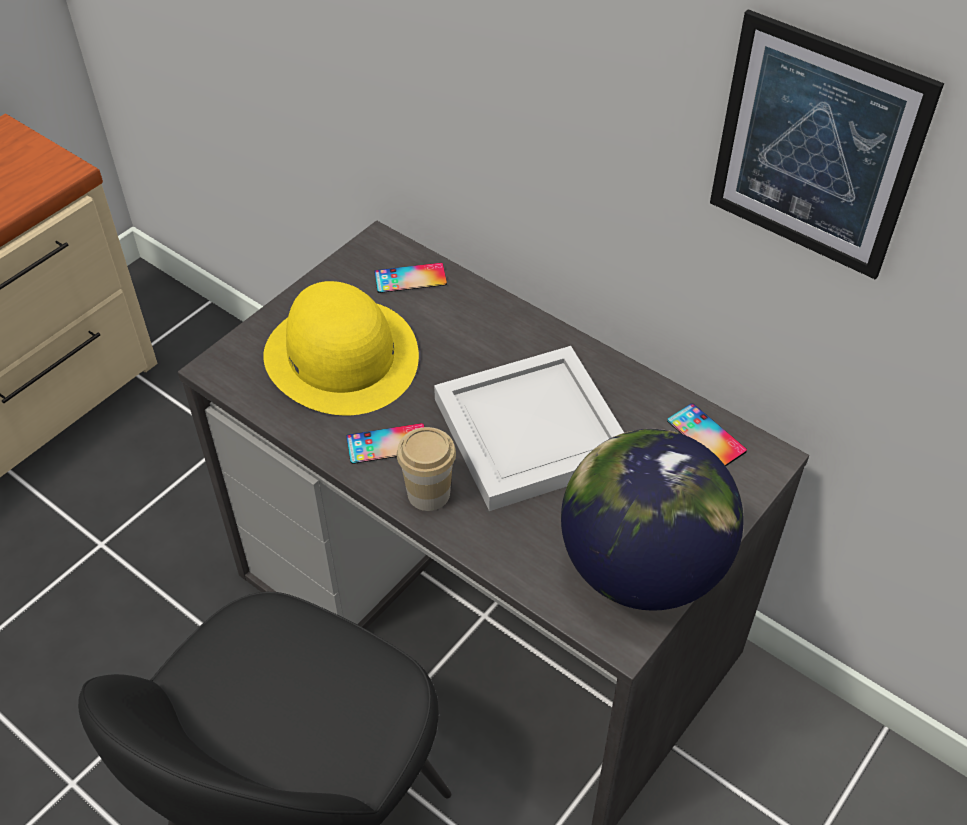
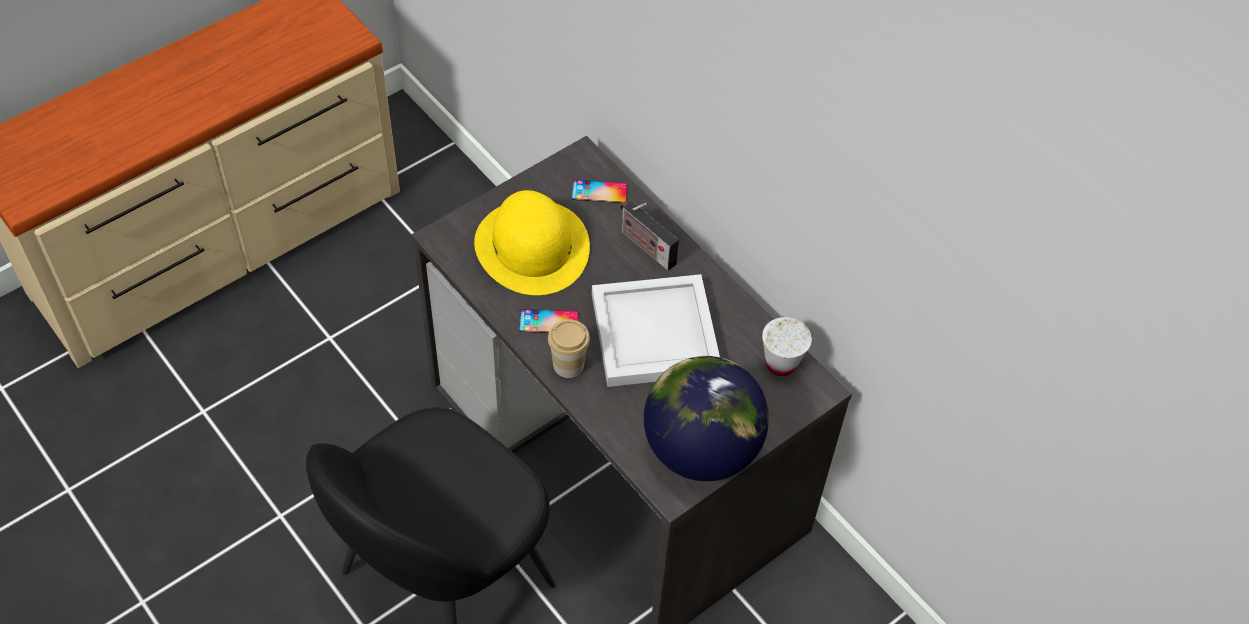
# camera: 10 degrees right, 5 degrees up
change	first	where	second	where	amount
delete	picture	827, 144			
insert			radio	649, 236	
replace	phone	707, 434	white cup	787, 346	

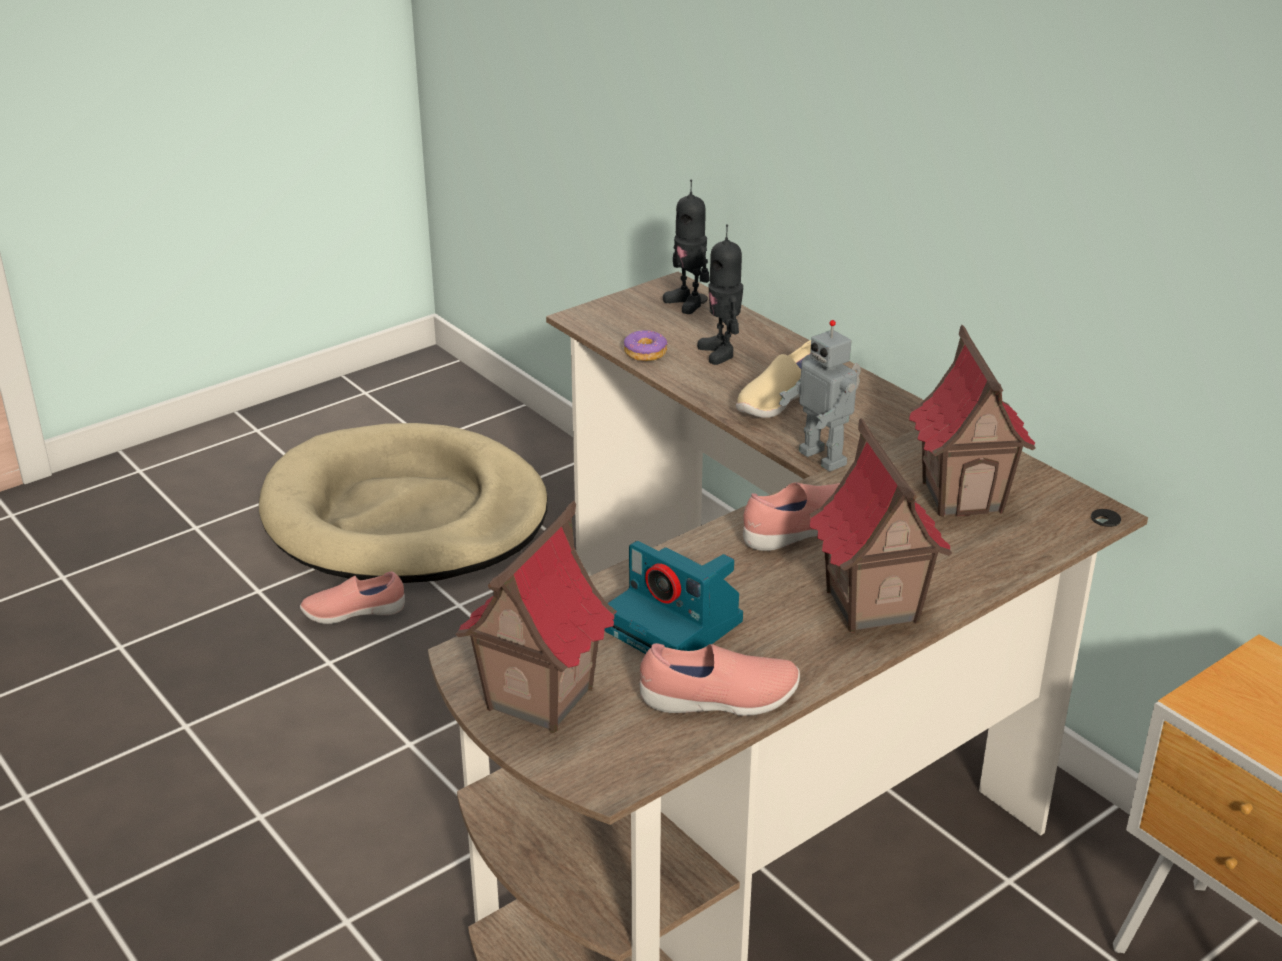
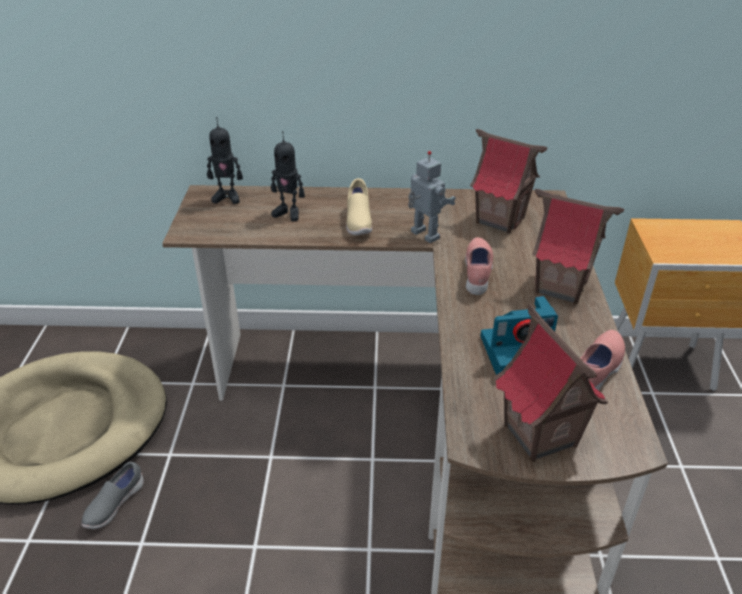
# camera: 50 degrees left, 5 degrees up
change	first	where	second	where	amount
delete	donut	646, 345			
recolor	pink shoe	352, 598	grey shoe	112, 495	
rotate	toy robot	820, 396		432, 197	135 degrees counterclockwise

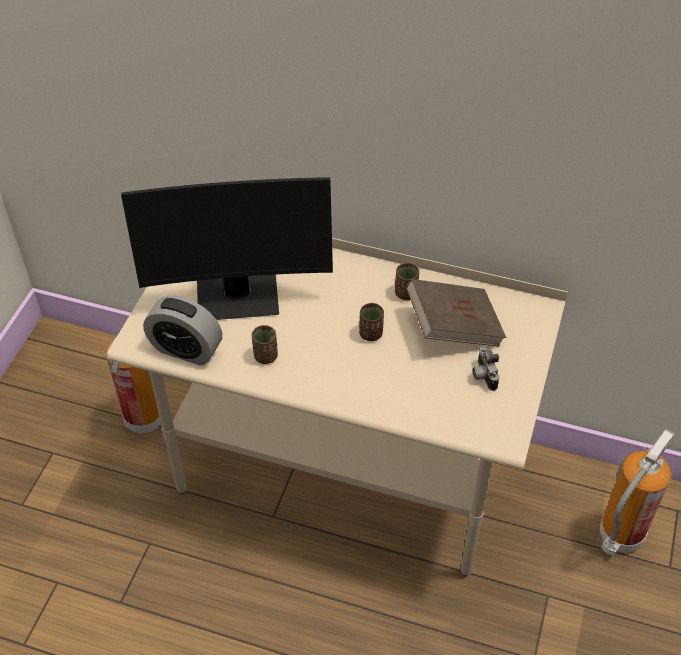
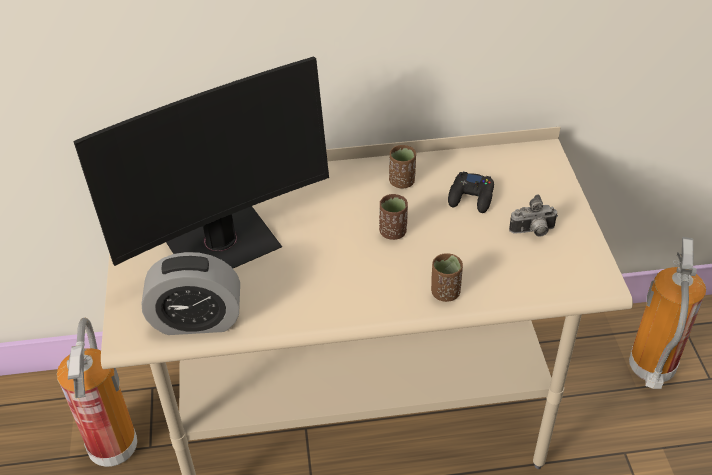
# camera: 25 degrees left, 5 degrees down
change	first	where	second	where	amount
move	brown cup	265, 344		447, 277	
replace	brown book	456, 313	black game controller	471, 192	
rotate	photo camera	486, 369		533, 215	60 degrees counterclockwise

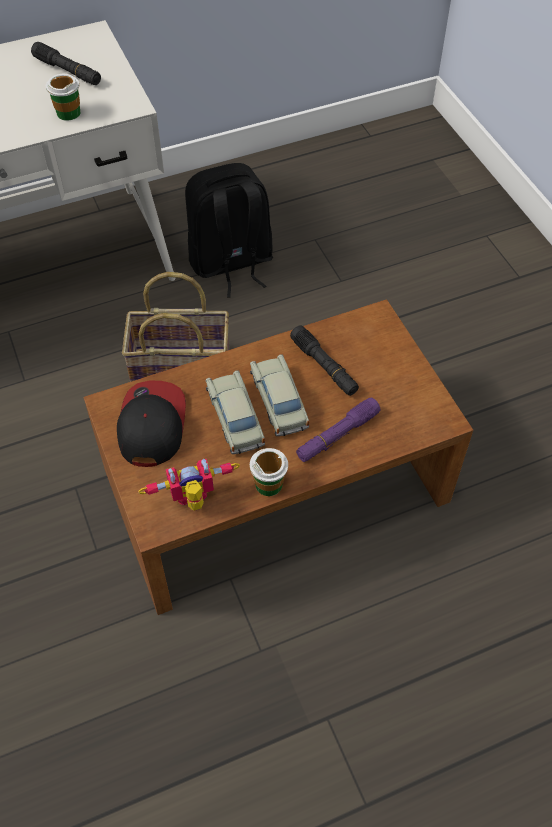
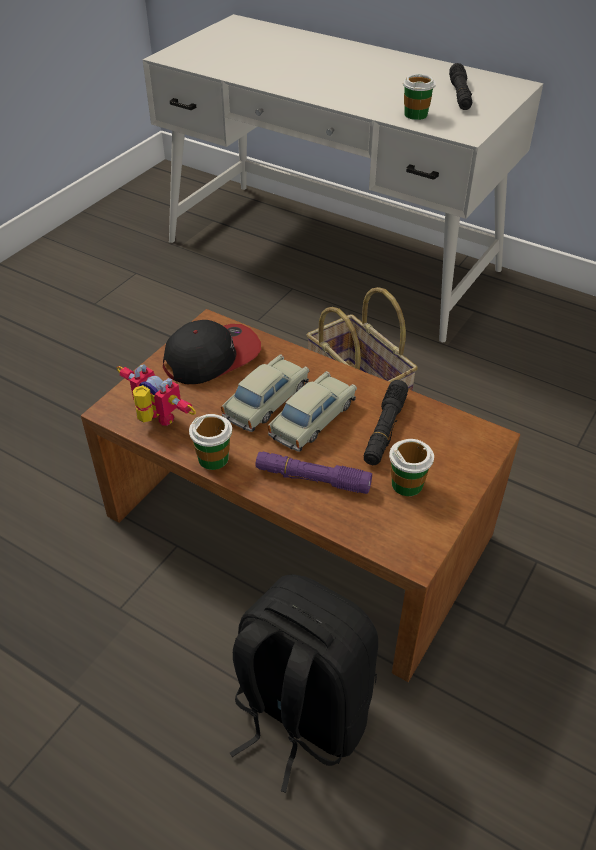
# camera: 55 degrees right, 10 degrees down
change	first	where	second	where	amount
insert			cup	411, 467	
move	black backpack	229, 230		304, 683	

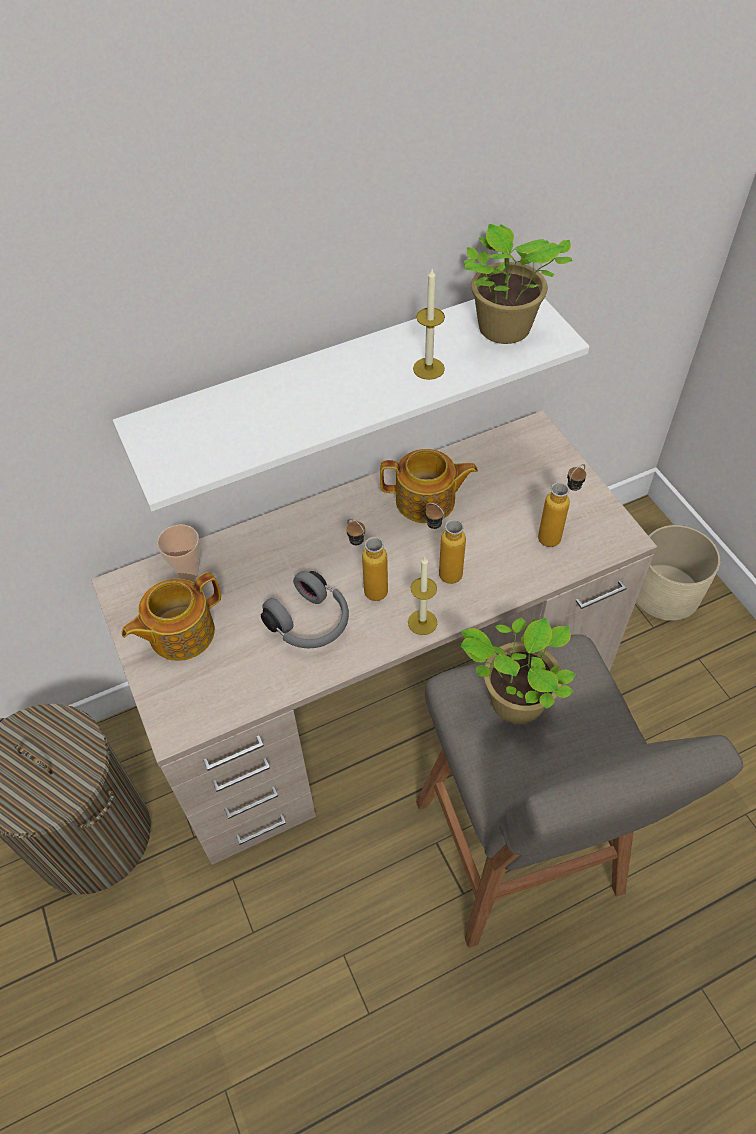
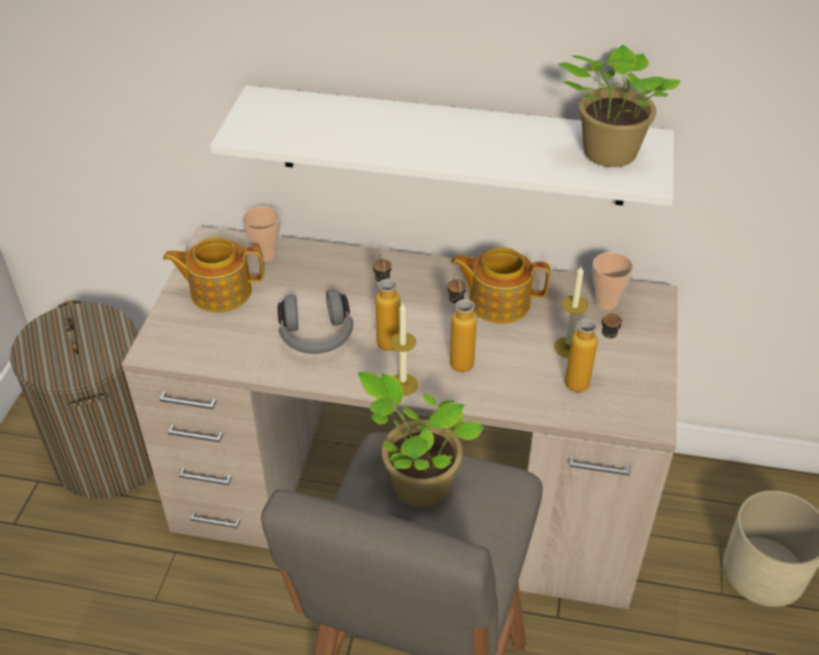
# camera: 35 degrees right, 10 degrees down
change	first	where	second	where	amount
insert			cup	612, 281	
move	candle	429, 324		571, 312	
rotate	teapot	429, 486		500, 285	150 degrees clockwise

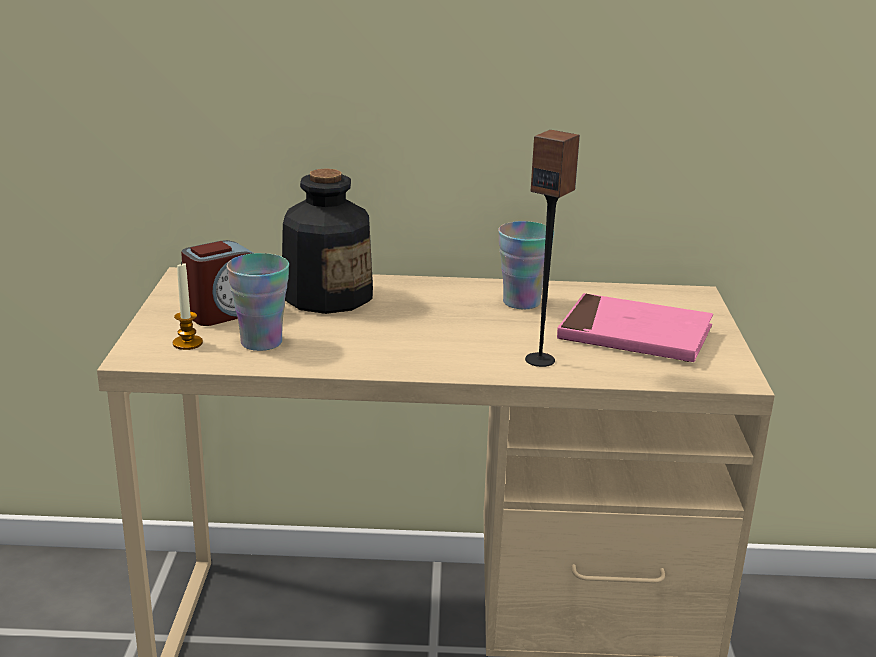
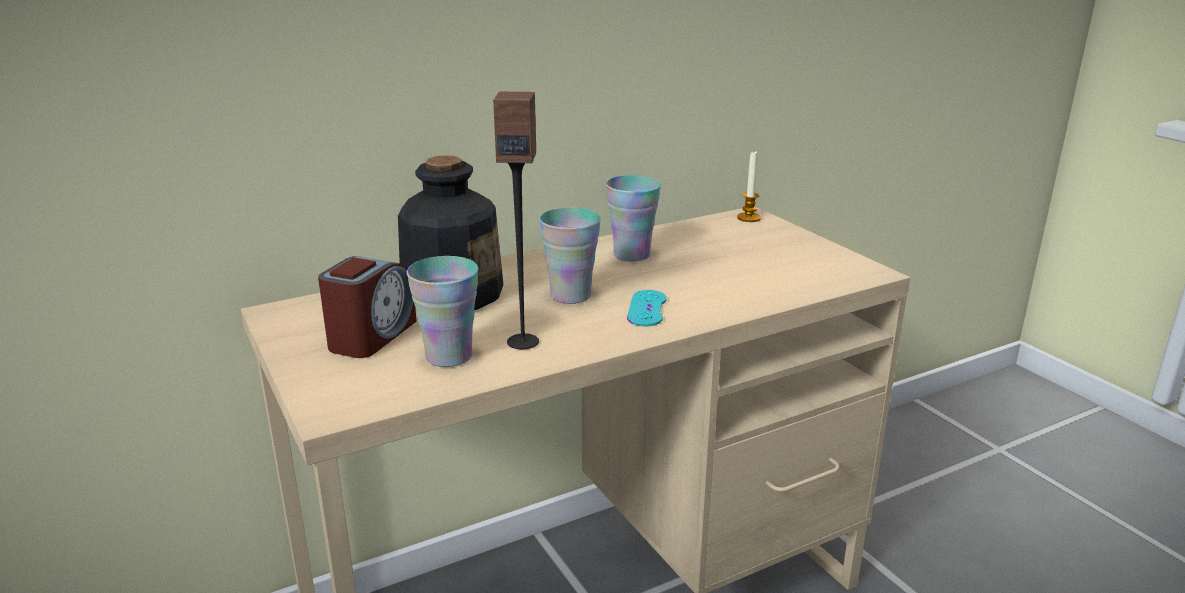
# camera: 30 degrees left, 0 degrees up
change	first	where	second	where	amount
delete	pink book	635, 327			
insert			cup	570, 255	
insert			turquoise game controller	647, 308	
move	candle	188, 306		749, 186	
move	speaker	552, 248		516, 220	

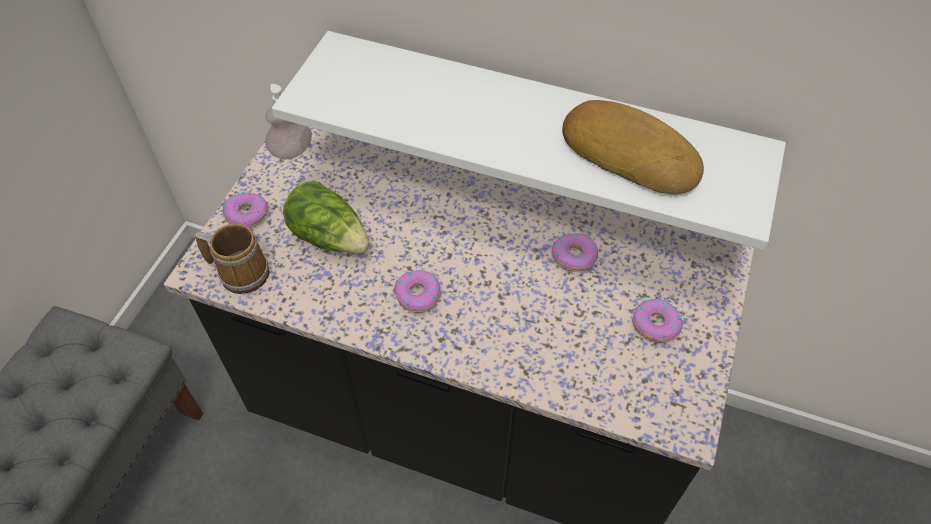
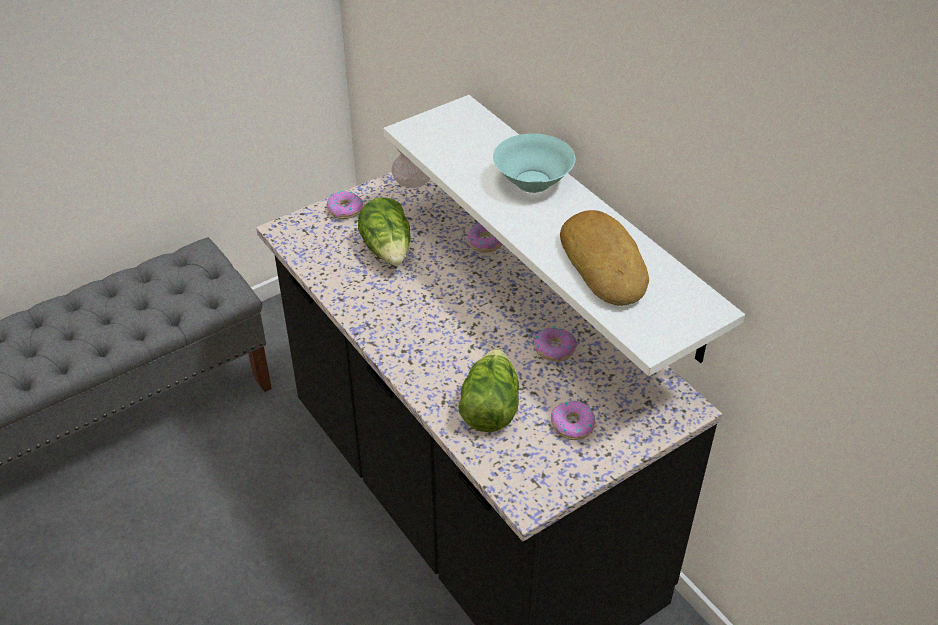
# camera: 35 degrees right, 10 degrees down
change	first	where	second	where	amount
delete	mug	232, 259			
insert			lettuce	488, 390	
insert			turquoise bowl	534, 163	
move	donut	417, 291		485, 238	

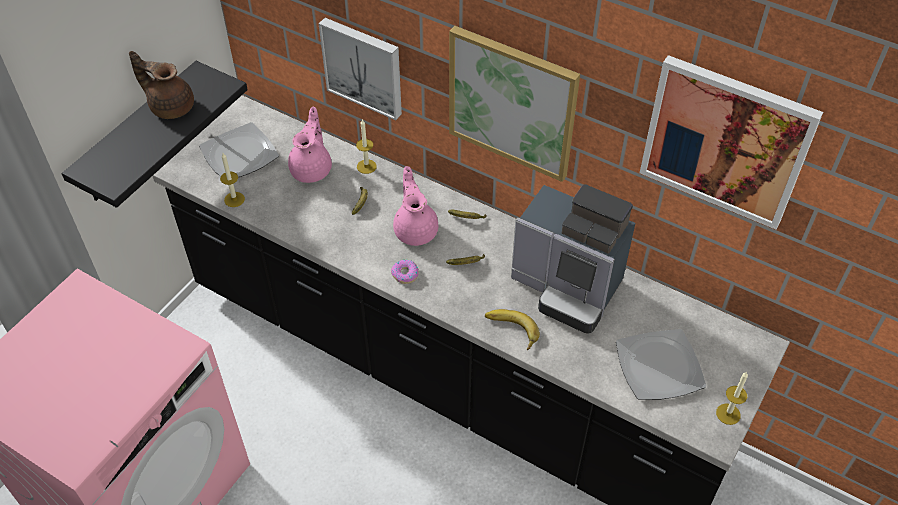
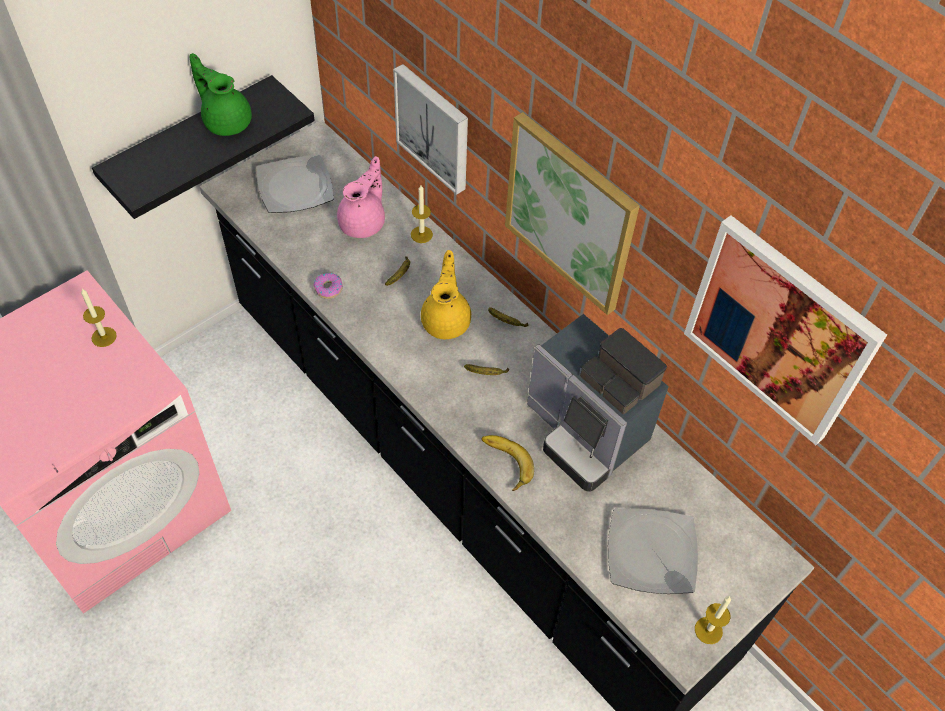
# camera: 15 degrees right, 5 degrees up
change	first	where	second	where	amount
move	candle	232, 180		99, 318	
move	donut	405, 272		328, 286	
recolor	brown teapot	161, 85	green teapot	221, 94	
recolor	pink teapot	415, 206	yellow teapot	446, 294	

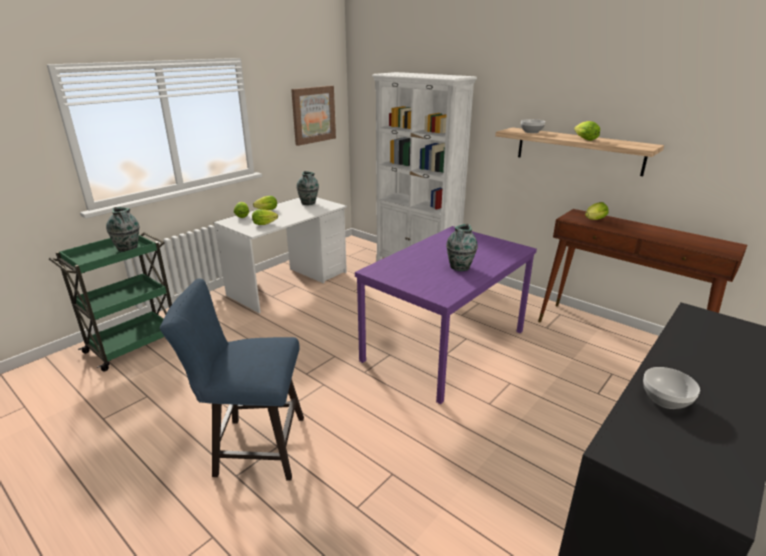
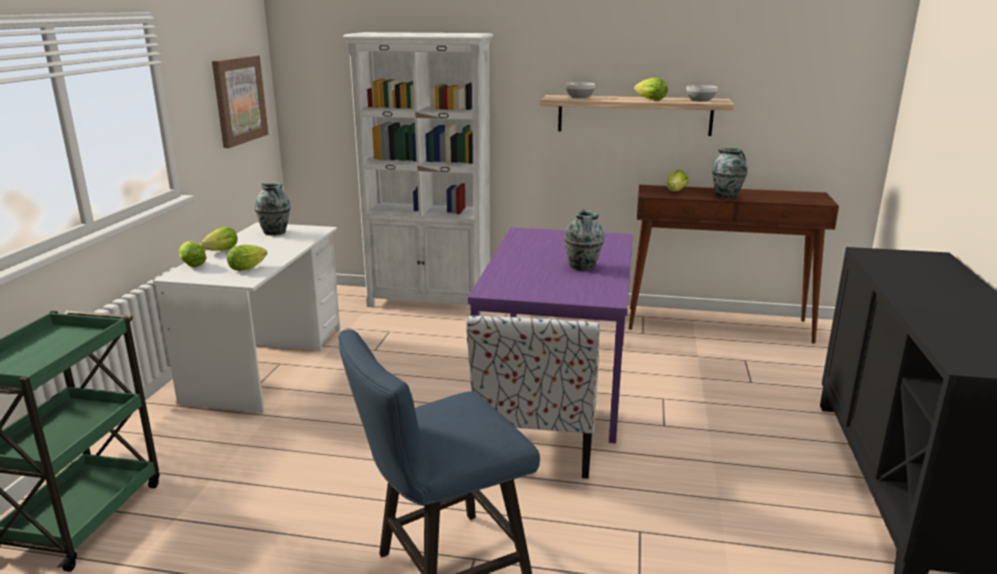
# camera: 30 degrees left, 5 degrees down
change	first	where	second	where	amount
insert			chair	533, 397	
move	vase	122, 229		730, 173	
move	bowl	671, 388		702, 93	

